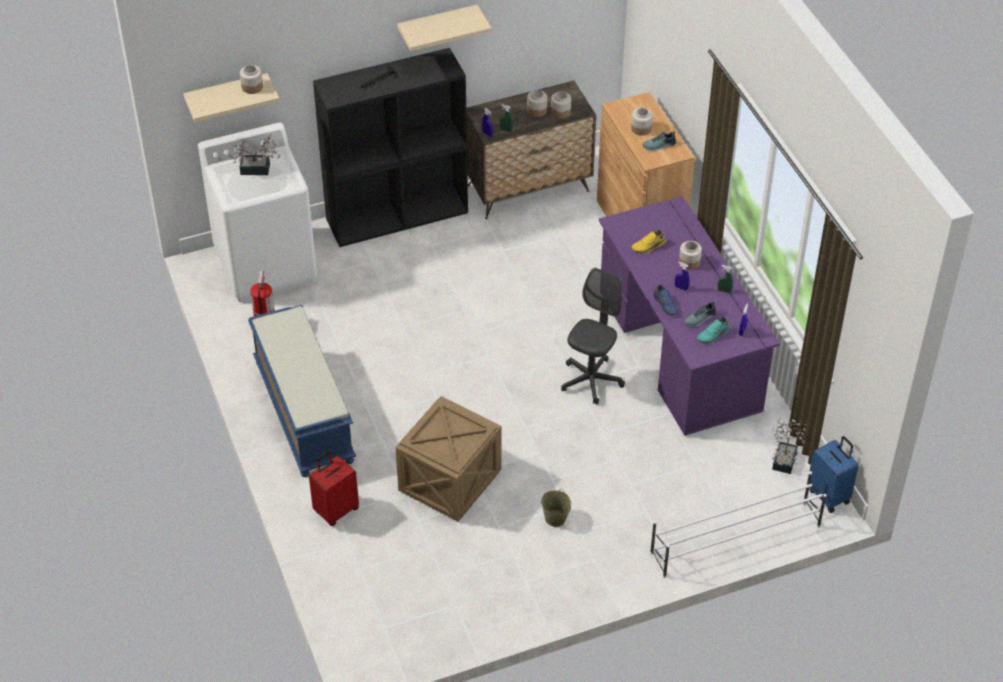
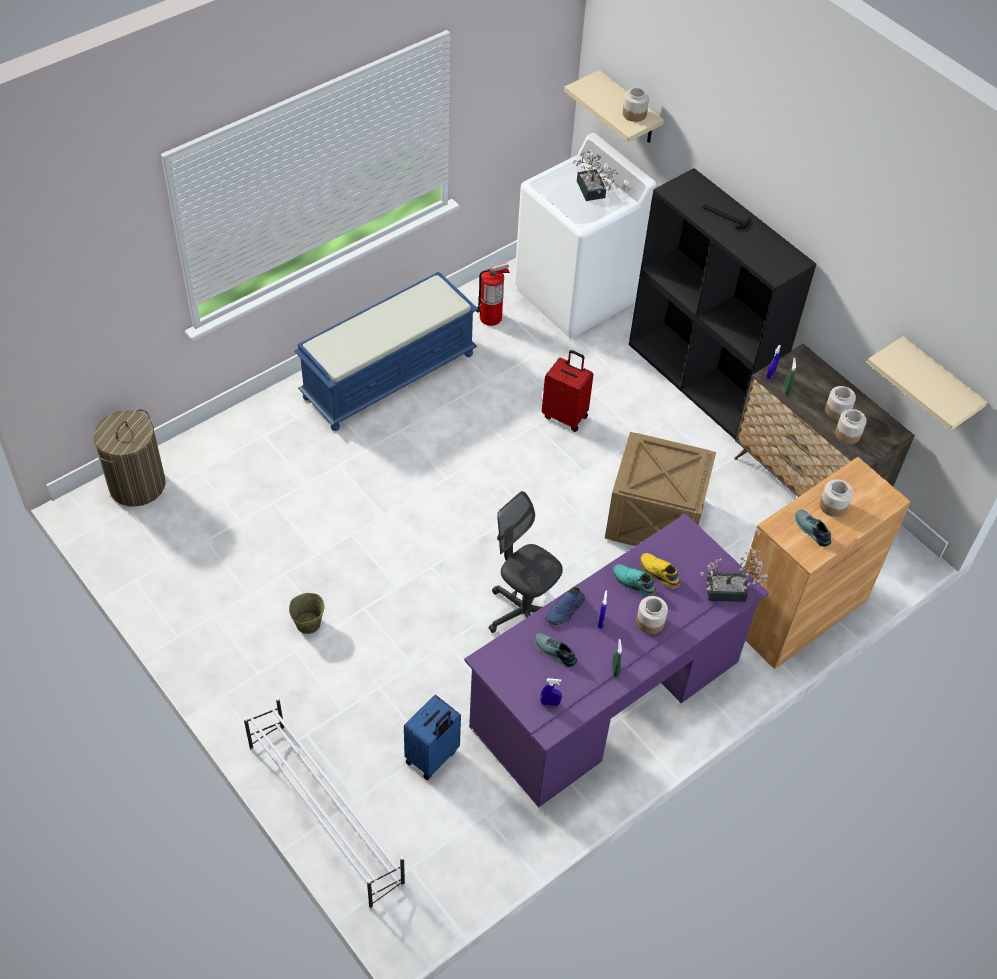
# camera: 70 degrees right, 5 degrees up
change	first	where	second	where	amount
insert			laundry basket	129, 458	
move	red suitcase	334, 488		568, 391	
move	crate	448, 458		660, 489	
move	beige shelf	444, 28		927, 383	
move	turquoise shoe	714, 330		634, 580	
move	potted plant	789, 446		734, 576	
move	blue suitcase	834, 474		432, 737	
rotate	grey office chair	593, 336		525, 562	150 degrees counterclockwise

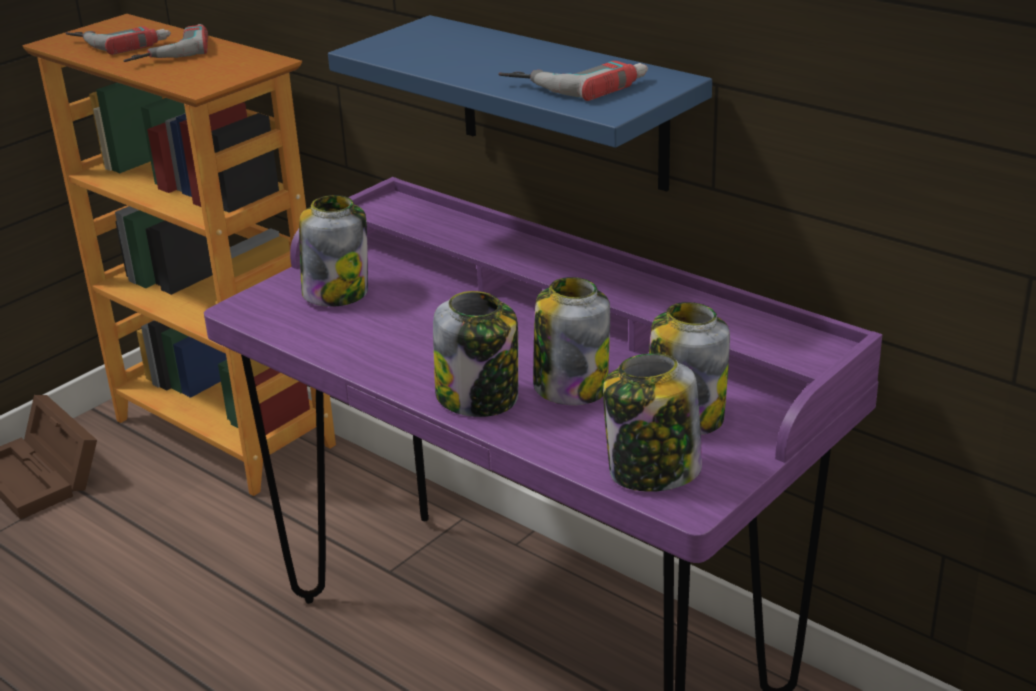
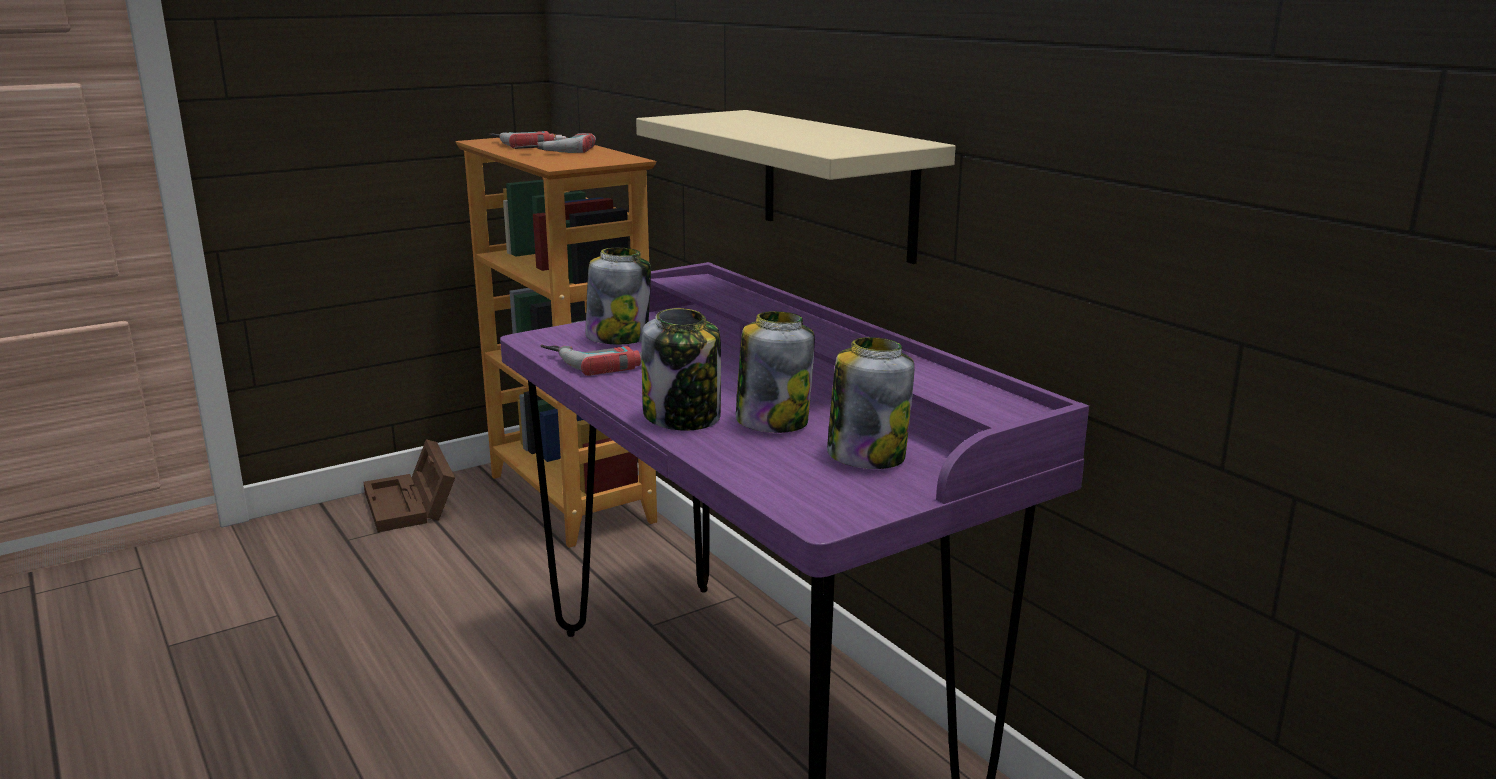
# camera: 15 degrees right, 10 degrees down
change	first	where	second	where	amount
delete	jar	652, 422			
move	power drill	573, 81		591, 360	
recolor	blue shelf	520, 103	beige shelf	796, 187	

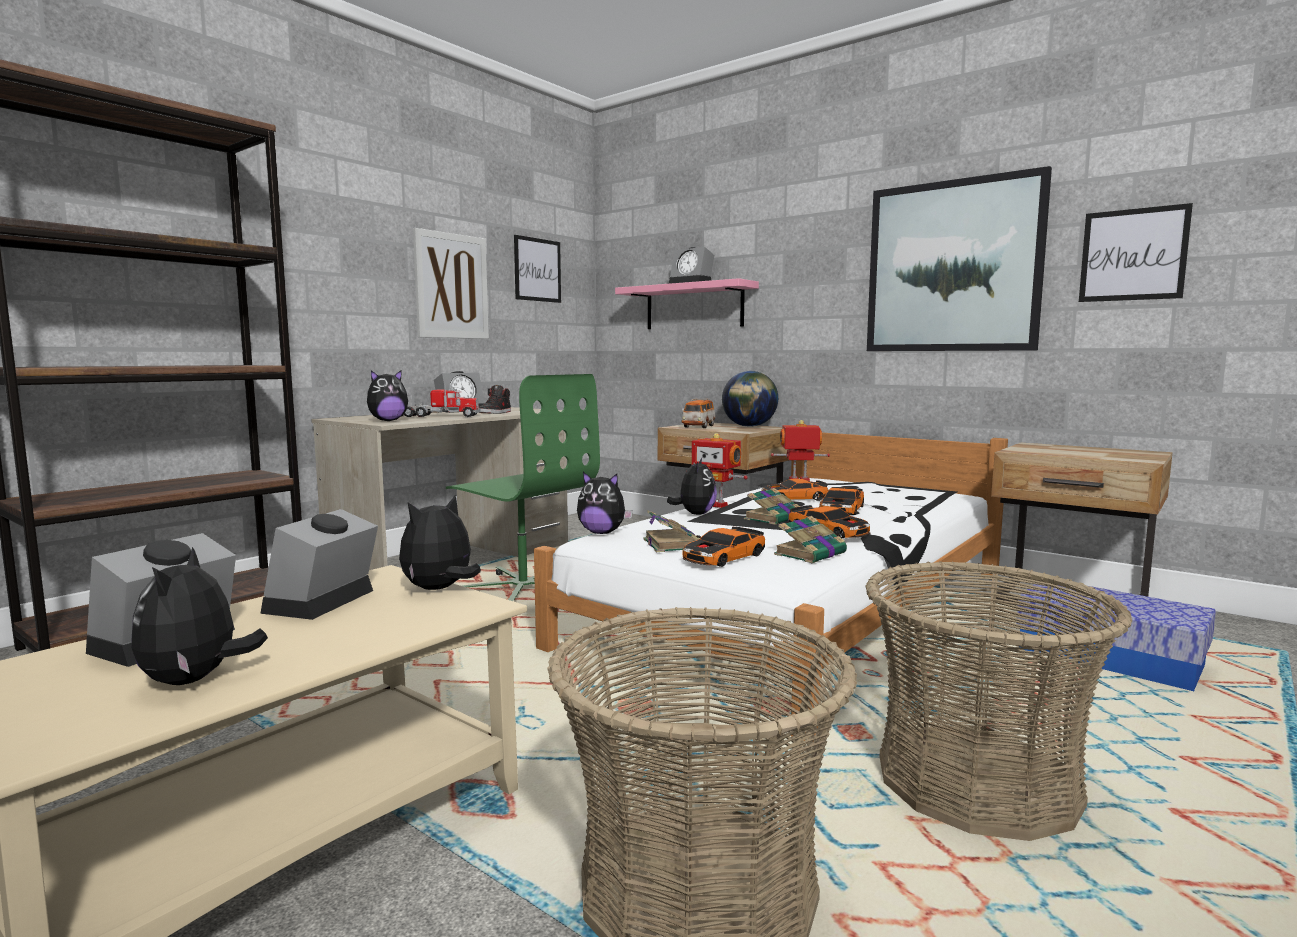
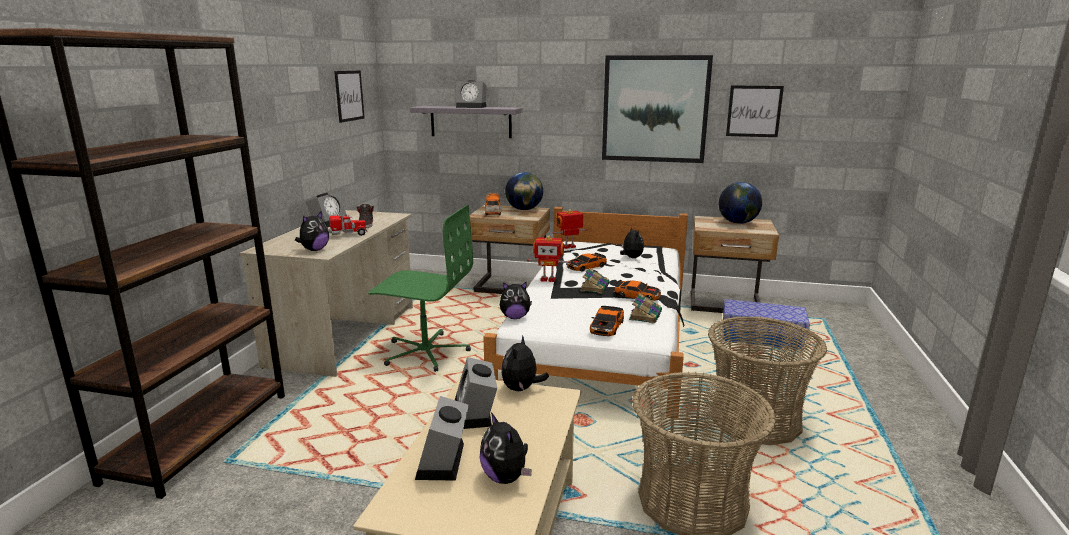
# camera: 25 degrees left, 10 degrees up
change	first	where	second	where	amount
delete	picture	451, 283			
delete	book	671, 531			
delete	toy car	841, 501			
insert			globe	740, 203	
move	plush toy	692, 486		632, 242	
recolor	pink shelf	687, 303	grey shelf	466, 122	

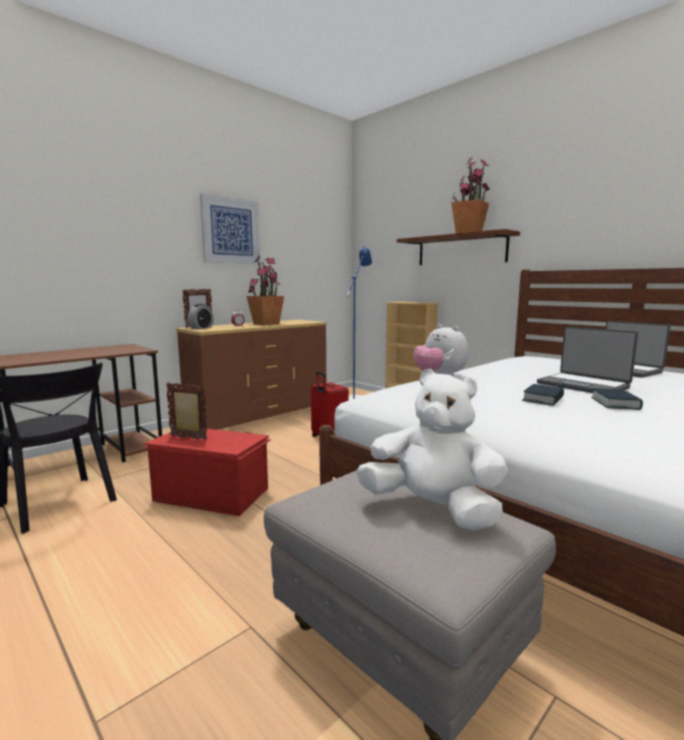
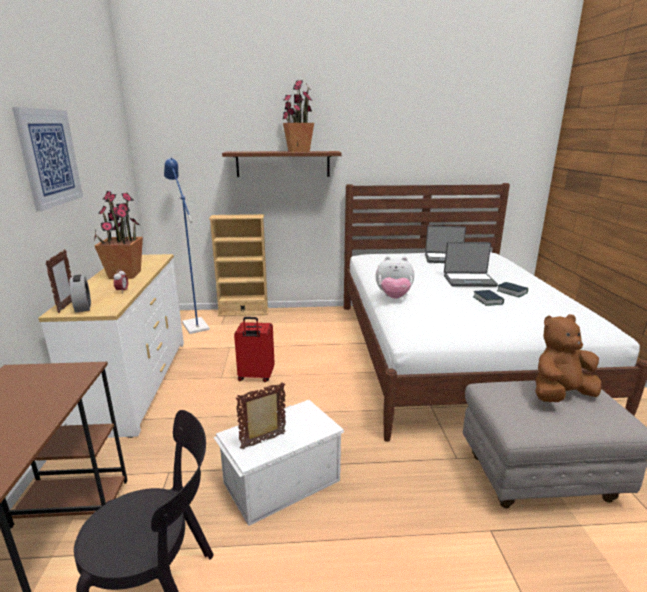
# camera: 50 degrees left, 10 degrees up
change	first	where	second	where	amount
recolor	red storage box	208, 472	white storage box	278, 463	
recolor	brown dresser	251, 375	white dresser	111, 346	
recolor	white plush toy	432, 450	brown plush toy	568, 358	

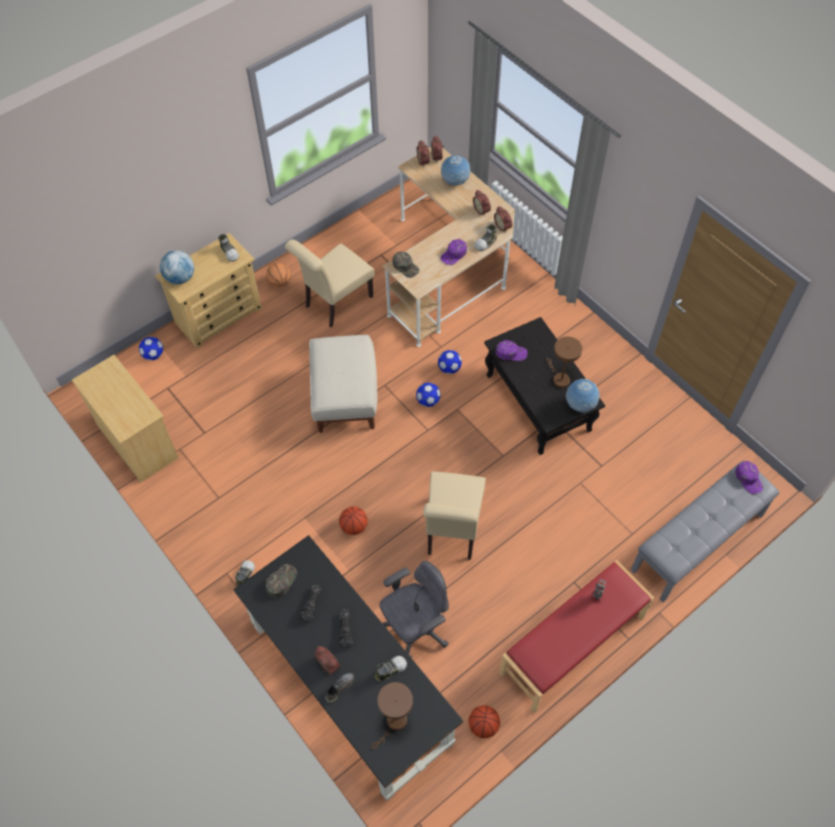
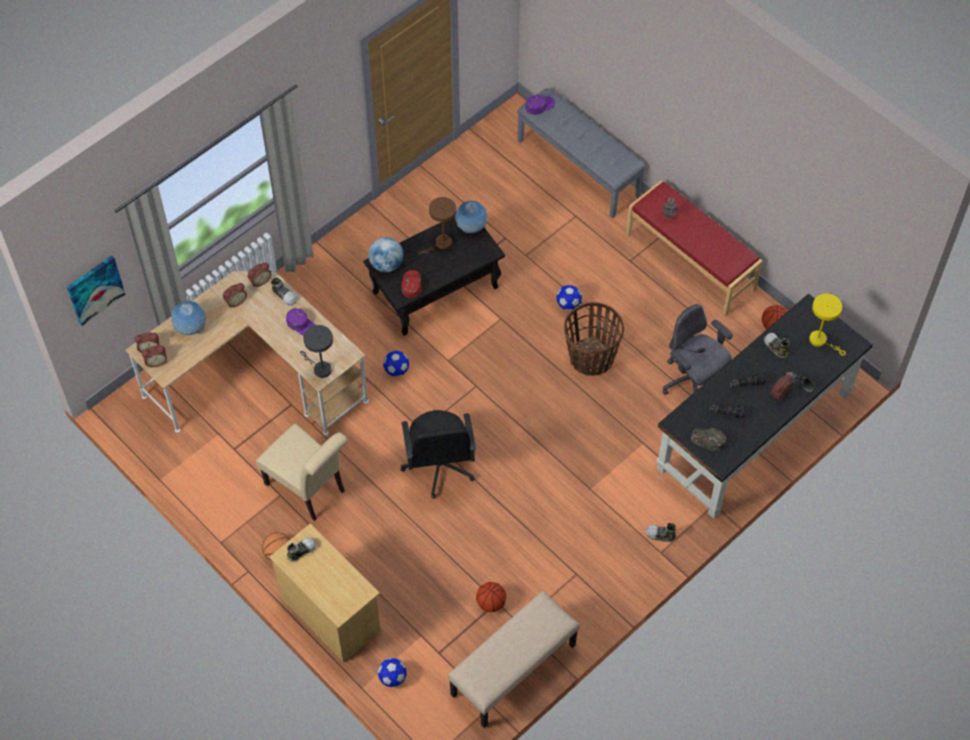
# camera: 95 degrees left, 0 degrees up
change	first	where	second	where	amount
insert			picture	96, 290	
move	globe	177, 267		385, 254	
move	basketball	353, 521		491, 597	
move	football	428, 395		569, 297	
replace	beige dresser	125, 418	beige bench	513, 659	
replace	beige ottoman	343, 384	black office chair	438, 454	
replace	green cap	406, 264	grey table lamp	316, 351	
replace	beige chair	454, 515	basket	594, 339	
recolor	brown table lamp	392, 715	yellow table lamp	827, 325	
recolor	purple cap	512, 350	red cap	411, 284	

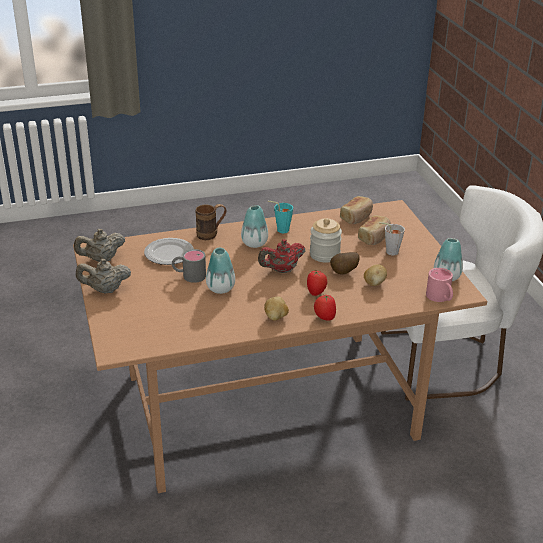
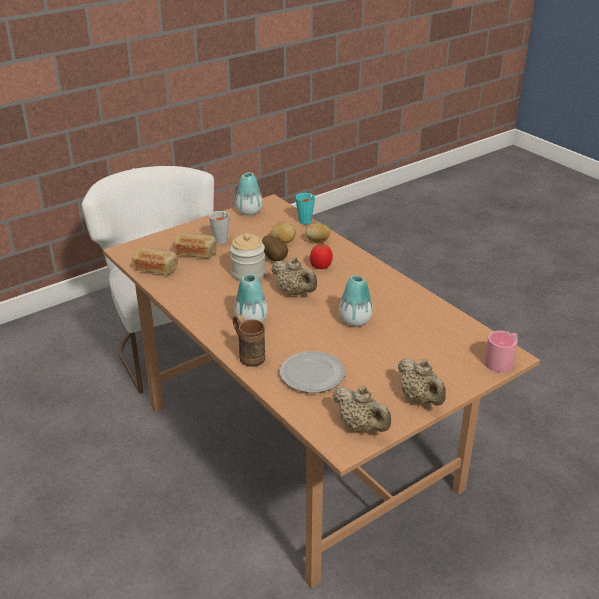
# camera: 110 degrees left, 0 degrees up
change	first	where	second	where	amount
delete	grey mug	189, 266			
delete	tomato	325, 308			
move	potato	276, 309		318, 232	
move	turquoise cup	280, 217		305, 209	
move	pink mug	439, 285		501, 352	
recolor	red teapot	281, 256	beige teapot	294, 276	

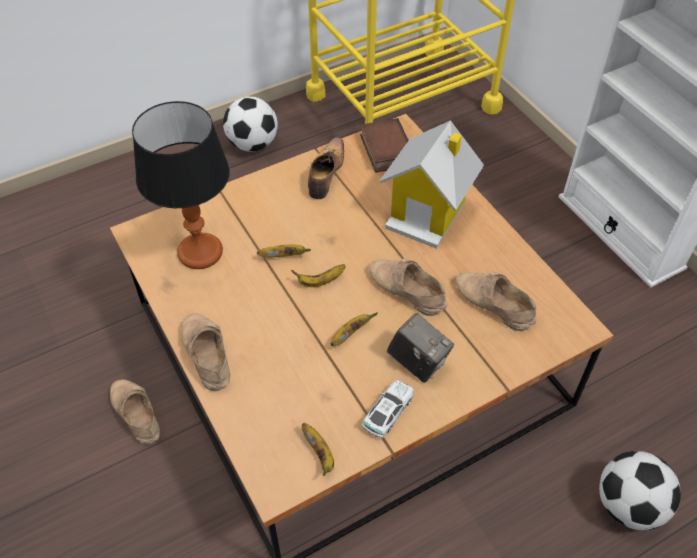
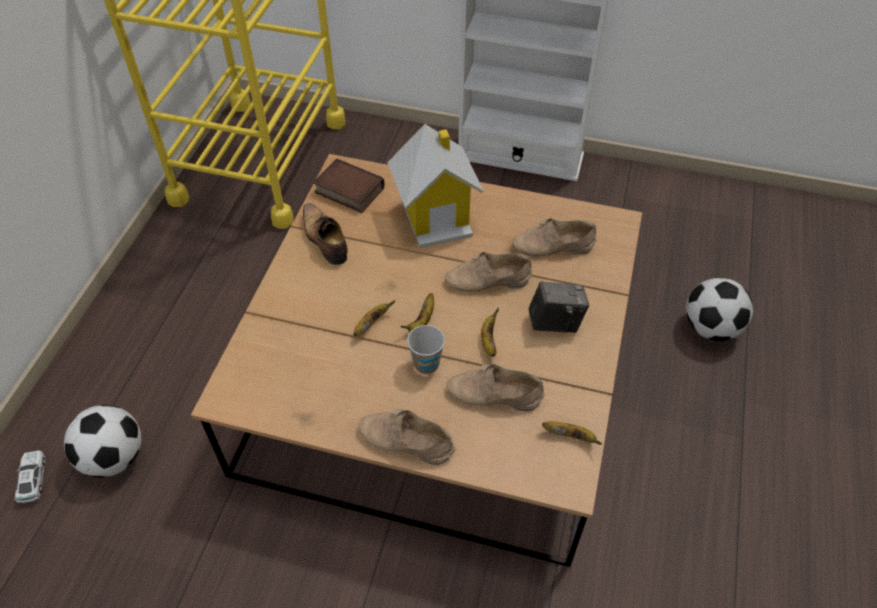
# camera: 45 degrees left, 0 degrees up
change	first	where	second	where	amount
delete	table lamp	181, 185			
insert			cup	426, 349	
move	beige shoe	135, 412		496, 387	
move	football	250, 124		102, 441	
move	toy car	388, 409		29, 476	

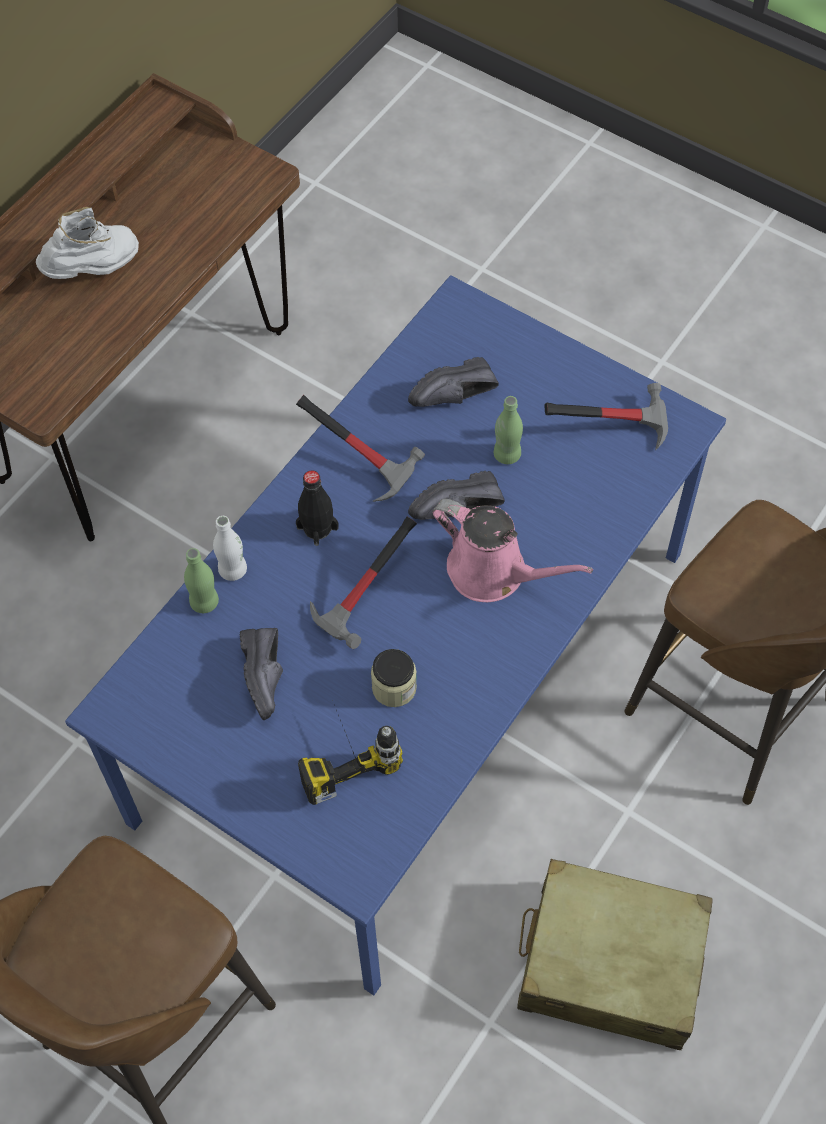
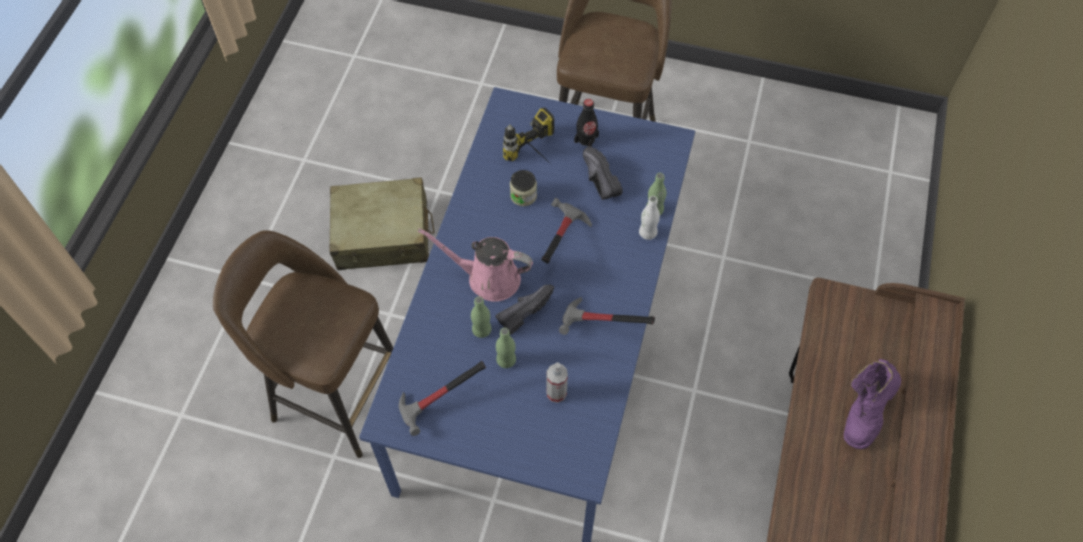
# camera: 160 degrees right, 0 degrees up
change	first	where	second	where	amount
insert			green bottle	481, 317	
move	black bottle	317, 508		586, 123	
replace	black shoe	453, 382	spray bottle	557, 382	
recolor	white boot	87, 243	purple boot	872, 404	

